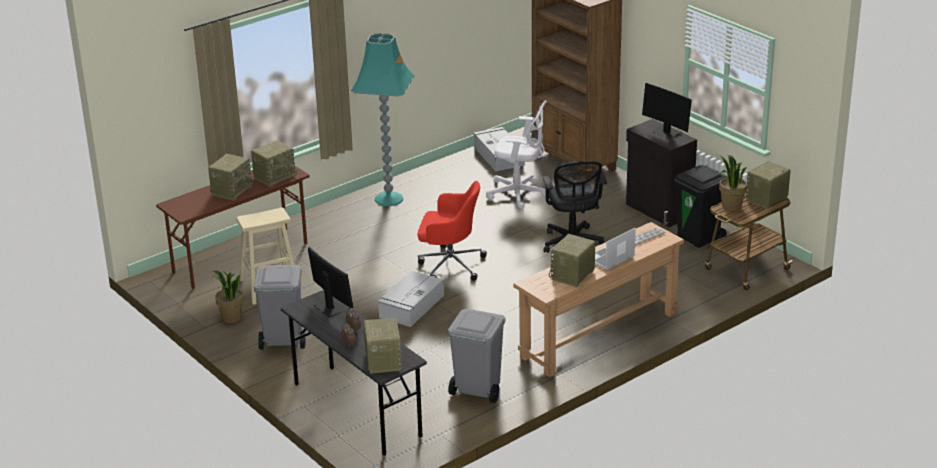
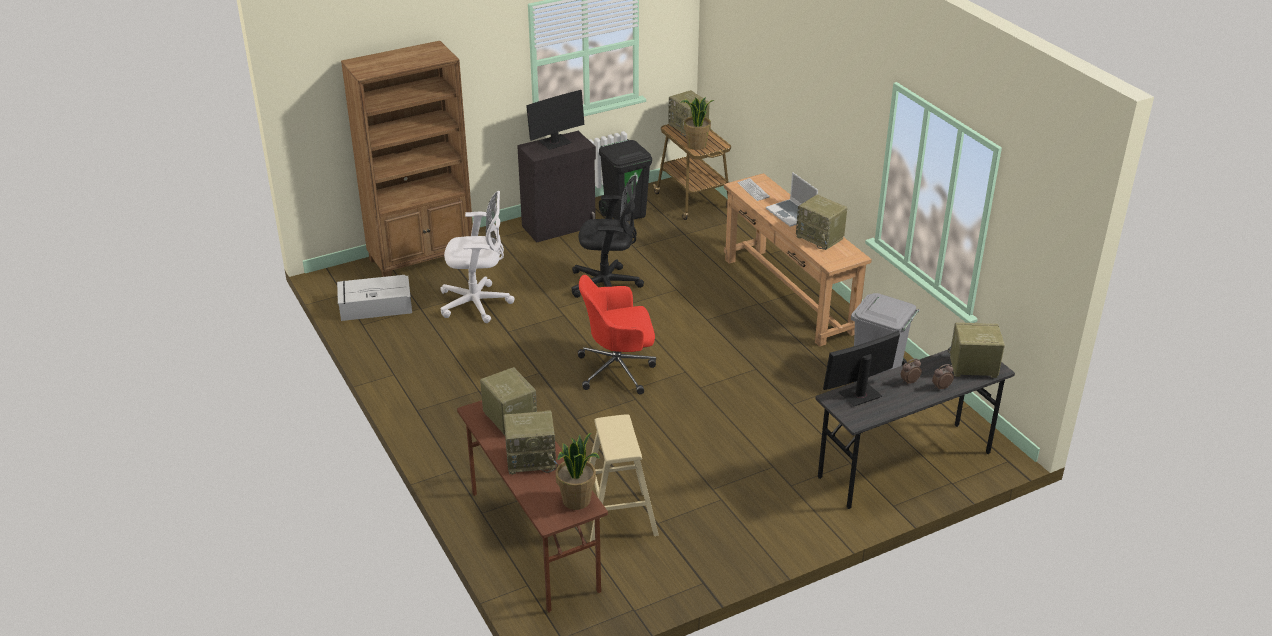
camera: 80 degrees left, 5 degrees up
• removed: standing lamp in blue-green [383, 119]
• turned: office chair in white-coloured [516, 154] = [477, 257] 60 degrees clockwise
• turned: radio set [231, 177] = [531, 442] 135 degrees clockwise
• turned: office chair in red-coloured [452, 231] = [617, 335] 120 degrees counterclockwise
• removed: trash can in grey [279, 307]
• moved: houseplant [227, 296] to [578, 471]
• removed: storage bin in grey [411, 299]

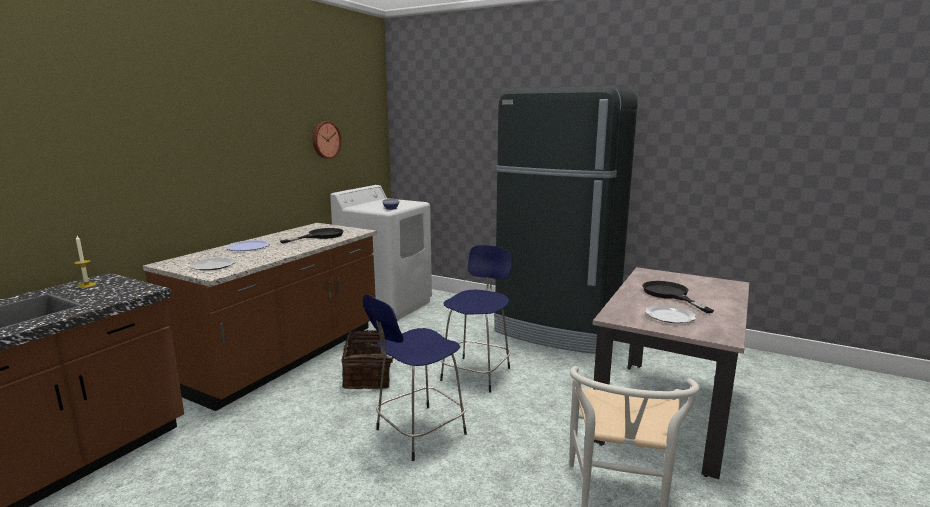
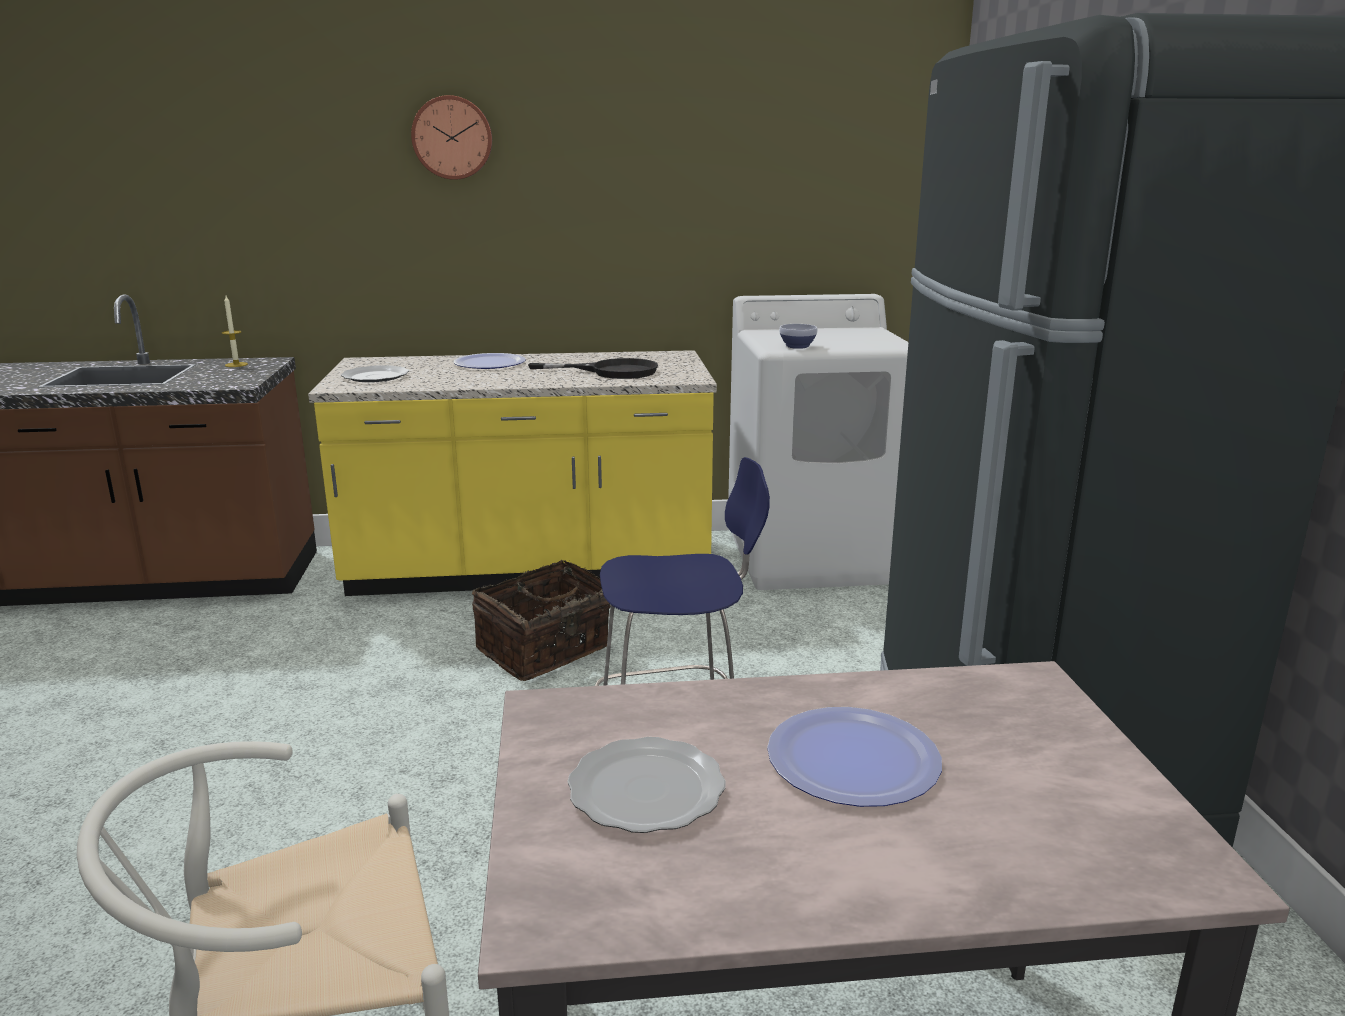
camera: 55 degrees right, 5 degrees up
• moved: wall clock [327, 140] to [451, 137]
• recoloured: kitchen counter in brown [260, 317] to kitchen counter in yellow-coloured [512, 473]
• replaced: pan in blackish [678, 297] to dinner plate [854, 757]
• removed: stool in blue-coloured [414, 377]

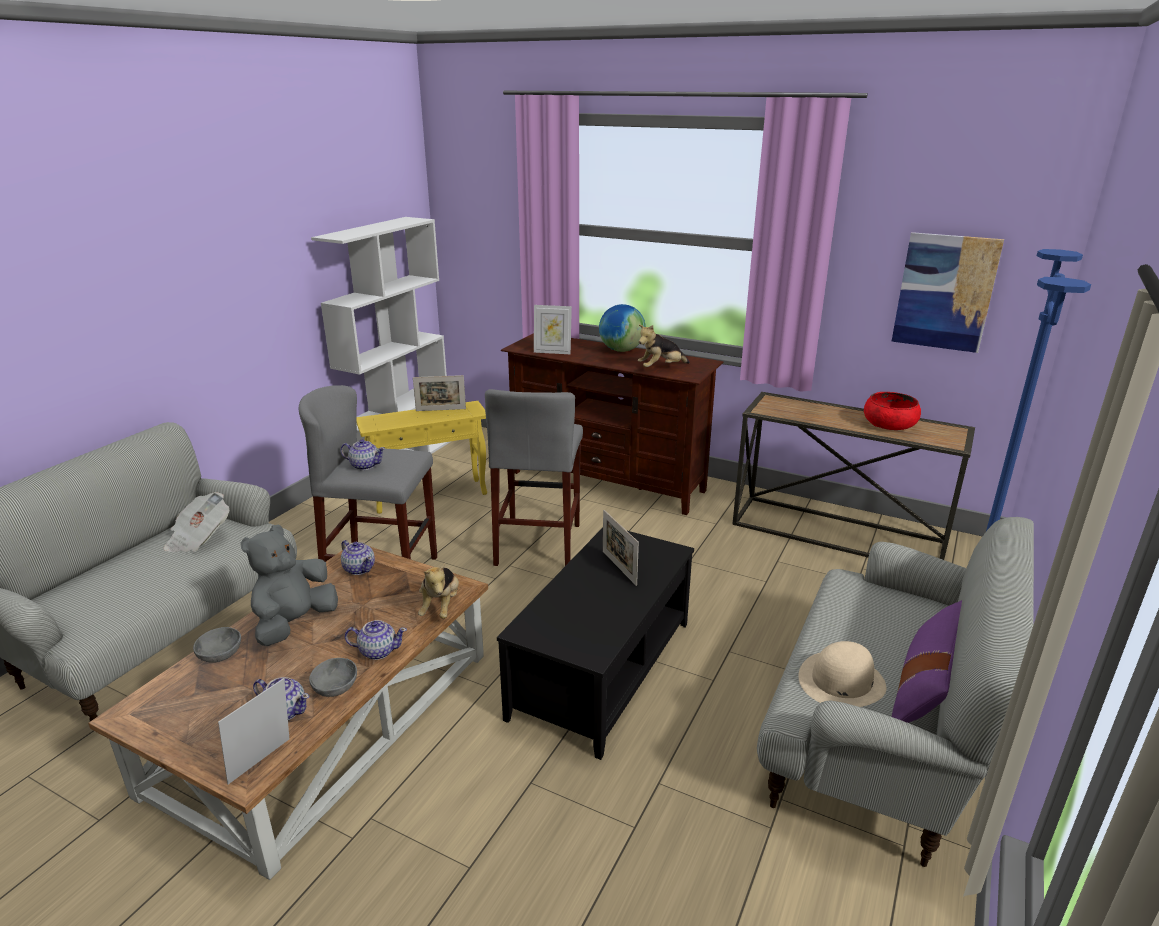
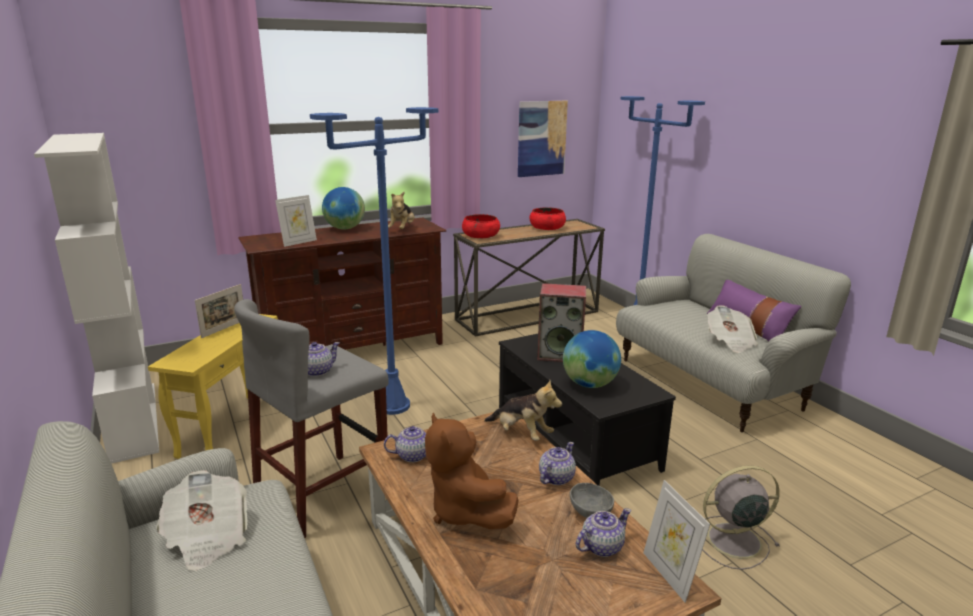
camera: 55 degrees left, 5 degrees down
• replaced: stool in grey [534, 477] to standing lamp in blue-coloured [374, 261]
• replaced: picture frame [621, 548] to loudspeaker [561, 322]
• recoloured: soft toy in grey [289, 585] to soft toy in brown [472, 471]
• removed: deep dish in grey [217, 645]
• replaced: wearable hat in beige [842, 674] to printed paper [732, 329]
• added: deep dish in red-coloured [481, 226]
• added: desk globe [592, 359]
• added: electric fan in grey [741, 517]

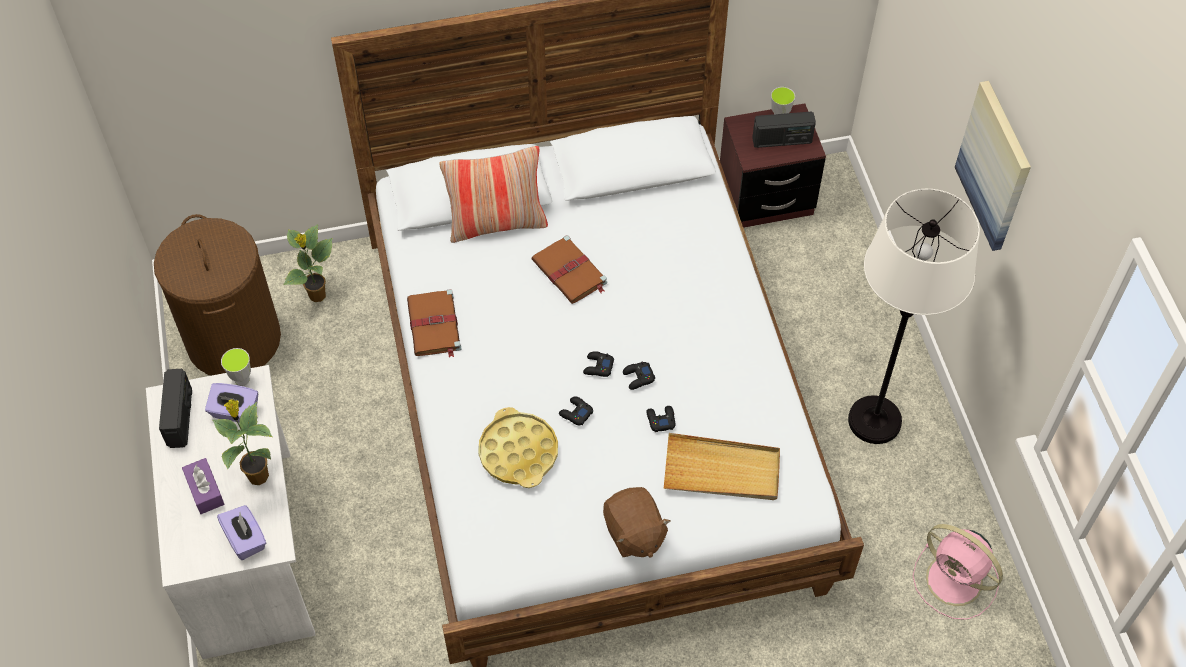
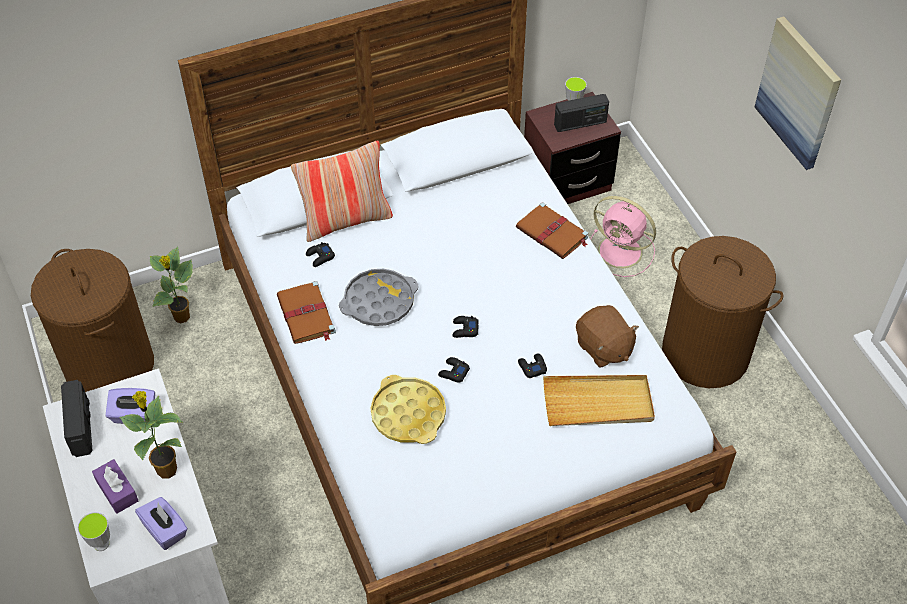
camera: 10 degrees left, 5 degrees down
• replaced: standing lamp in white-coloured [914, 316] to laundry basket in brown [722, 312]
• moved: bound book in brown [569, 269] to [552, 230]
• moved: drinking cup [236, 367] to [94, 531]
• moved: joypad in blackish [639, 375] to [320, 254]
• moved: soft toy in brown [637, 522] to [607, 336]
• moved: electric fan in pink [958, 572] to [623, 236]
• added: carrying tray in grey [378, 297]

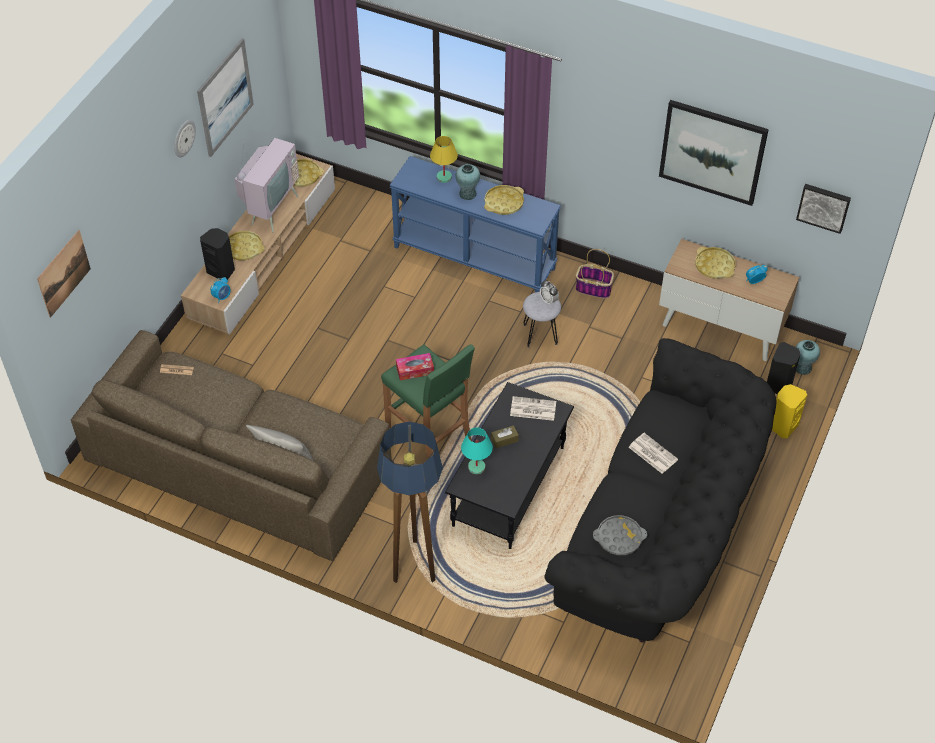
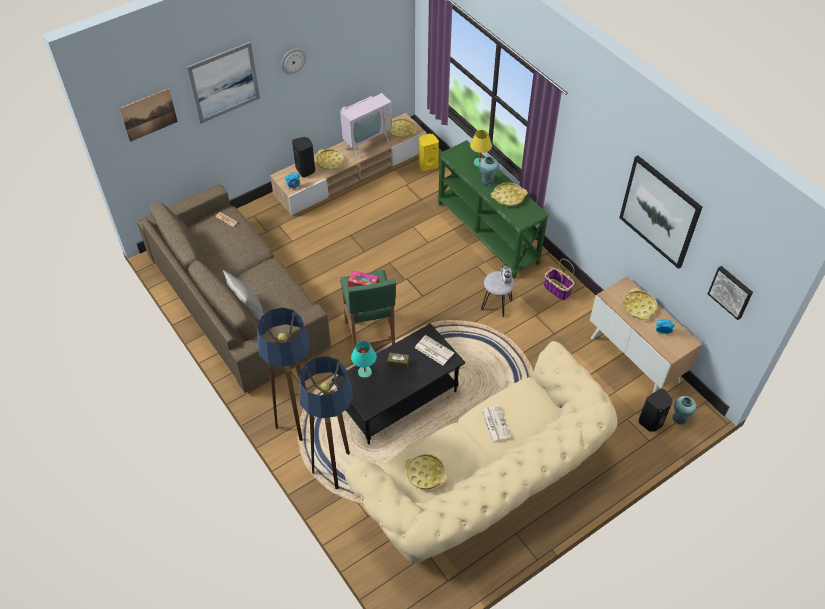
camera: 30 degrees right, 0 degrees up
• moved: picture [225, 97] to [223, 83]
• recoloured: hall table in blue-coloured [475, 224] to hall table in greenish [493, 209]
• recoloured: settee in blackish [660, 490] to settee in beige [480, 452]
• moved: loudspeaker in yellow-coloured [789, 411] to [429, 152]
• recoloured: carrying tray in grey [620, 535] to carrying tray in yellow-coloured [426, 472]
• added: standing lamp [326, 422]

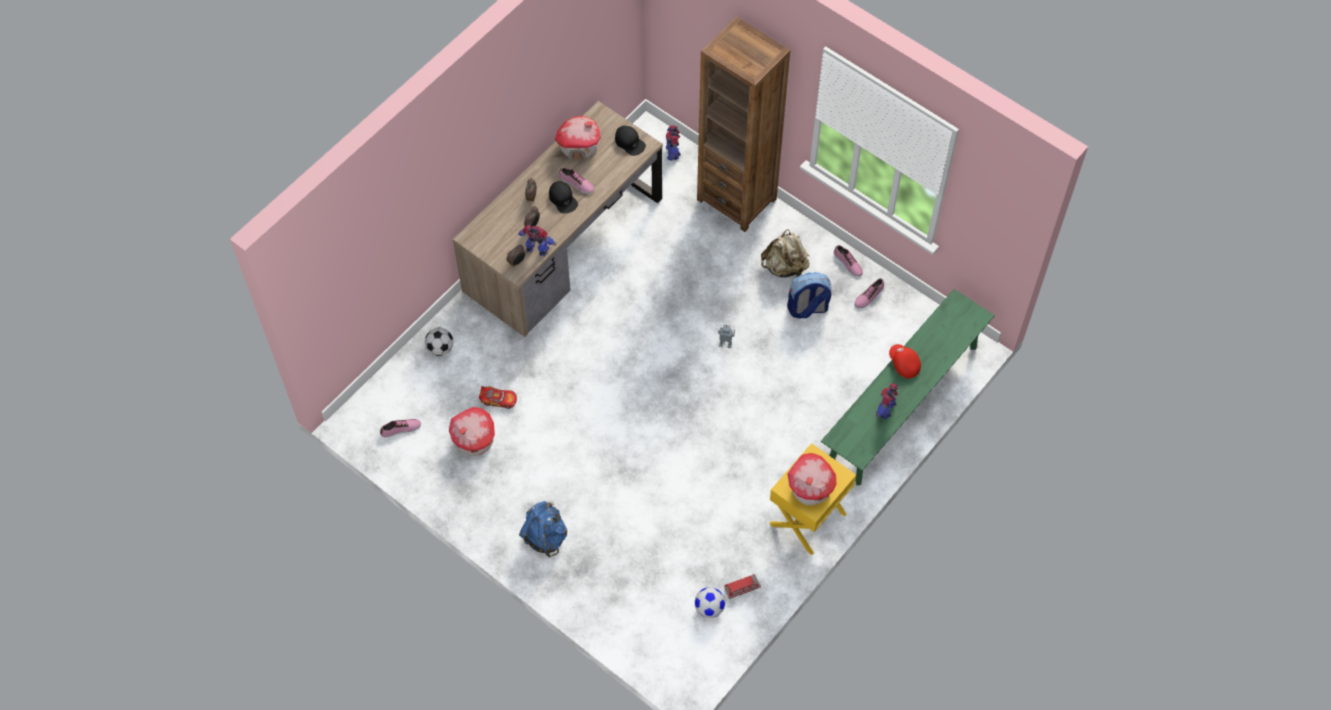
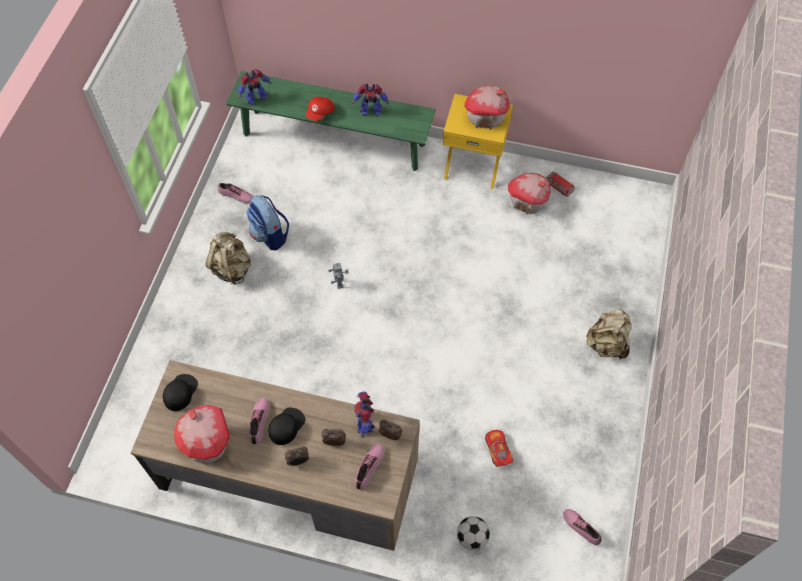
camera: 115 degrees left, 0 degrees up
• removed: bookcase in brown [743, 124]
• moved: robot figure [673, 143] to [255, 87]
• moved: shoe [848, 261] to [369, 467]
• moved: toy house [472, 431] to [529, 193]
• recoloured: knapsack in blue-coloured [543, 529] to knapsack in beige [609, 334]
• removed: ball for football [710, 602]

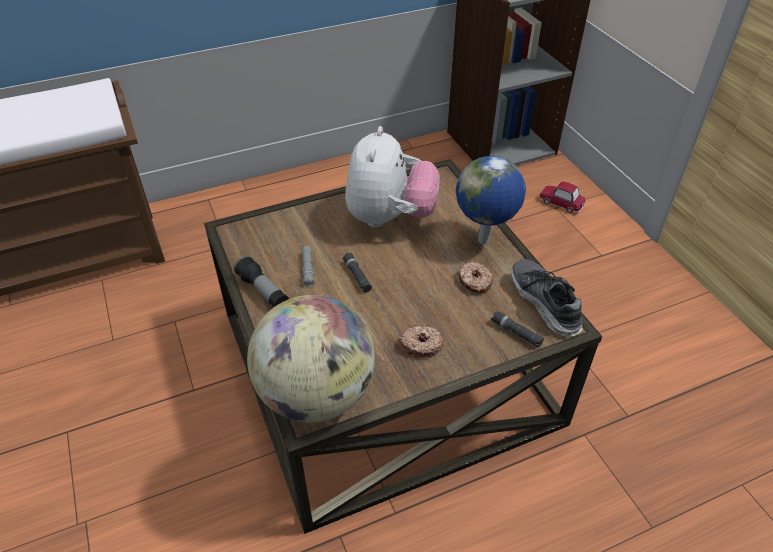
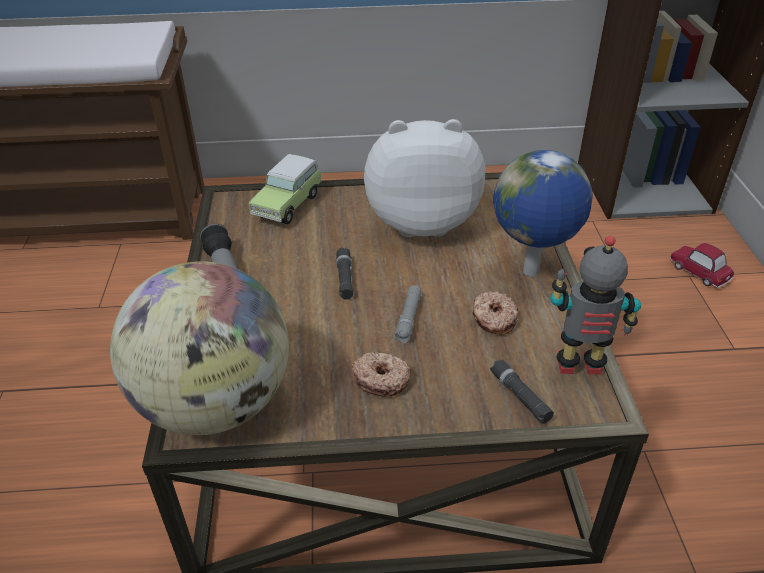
camera: 20 degrees right, 5 degrees down
• turned: soft toy [392, 177] = [424, 178] 120 degrees counterclockwise
• moved: hand torch in grey [308, 267] to [408, 314]
• replaced: shoe [546, 298] to robot figure [595, 305]
• added: miniature car [285, 189]

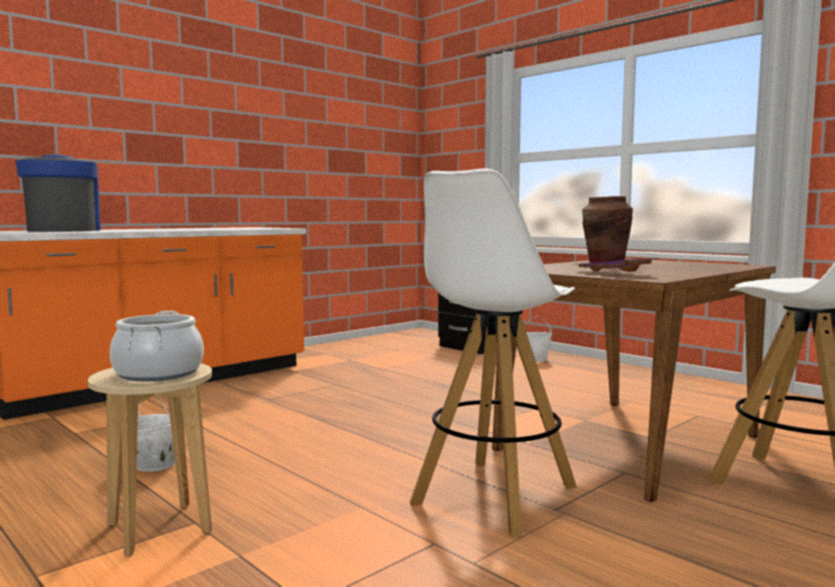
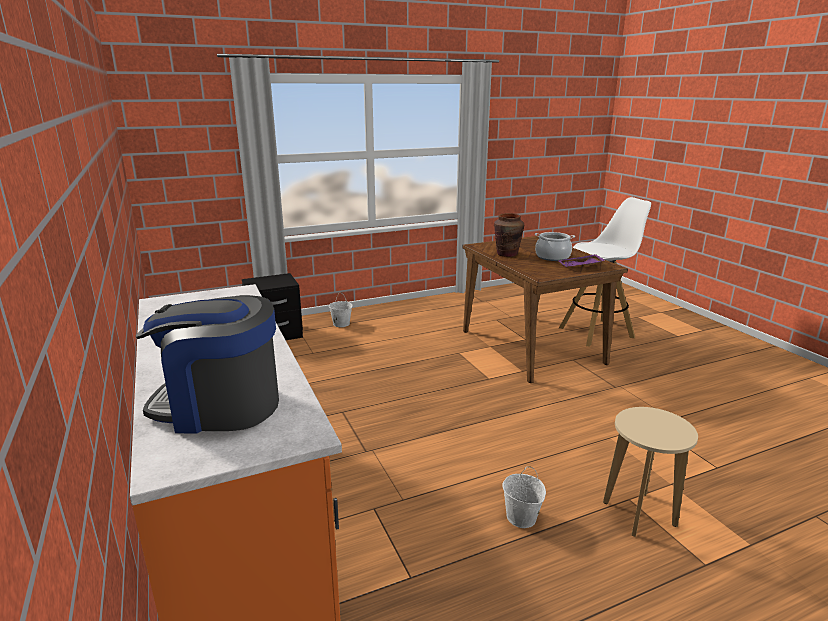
camera: 70 degrees left, 15 degrees up
• removed: stool in white-coloured [493, 353]
• moved: cooking pot [157, 346] to [555, 246]

